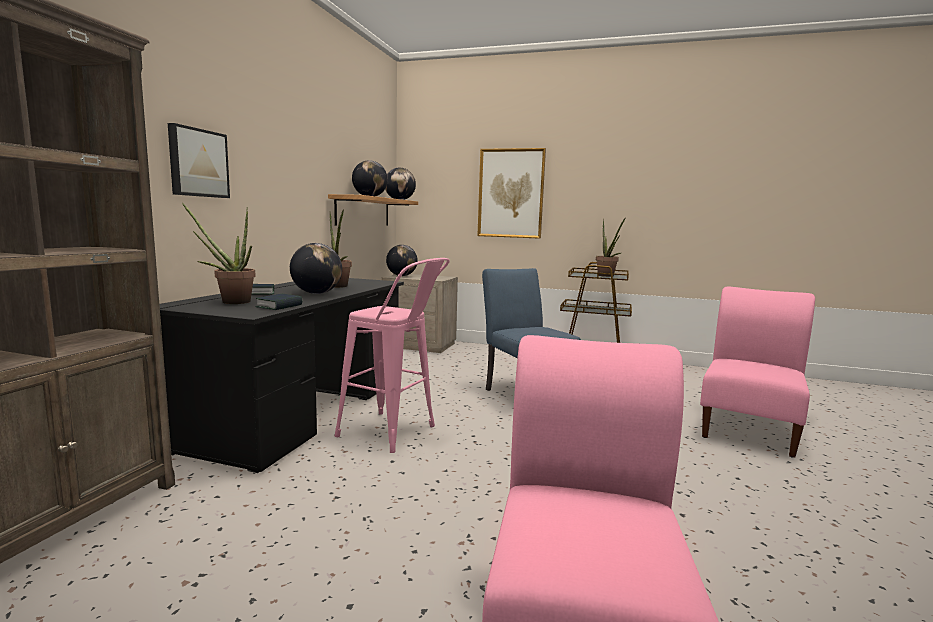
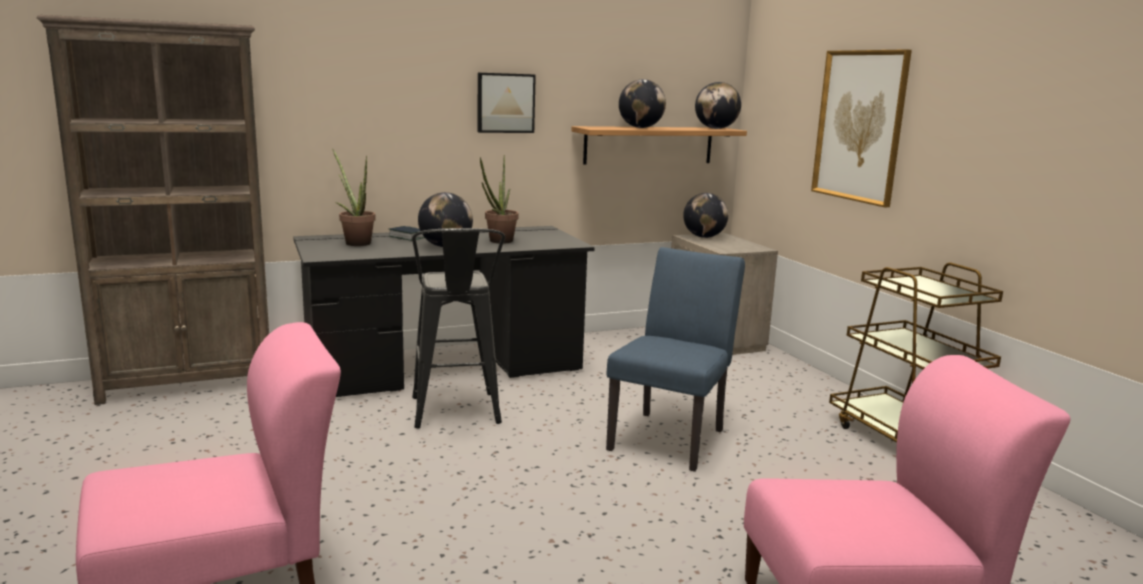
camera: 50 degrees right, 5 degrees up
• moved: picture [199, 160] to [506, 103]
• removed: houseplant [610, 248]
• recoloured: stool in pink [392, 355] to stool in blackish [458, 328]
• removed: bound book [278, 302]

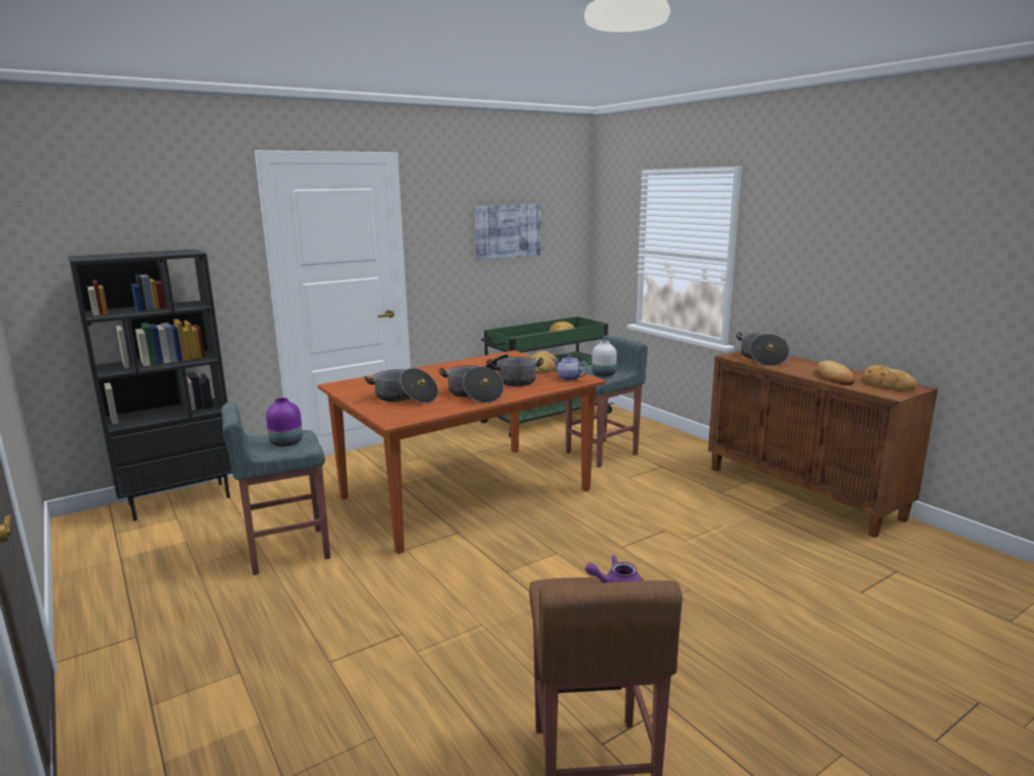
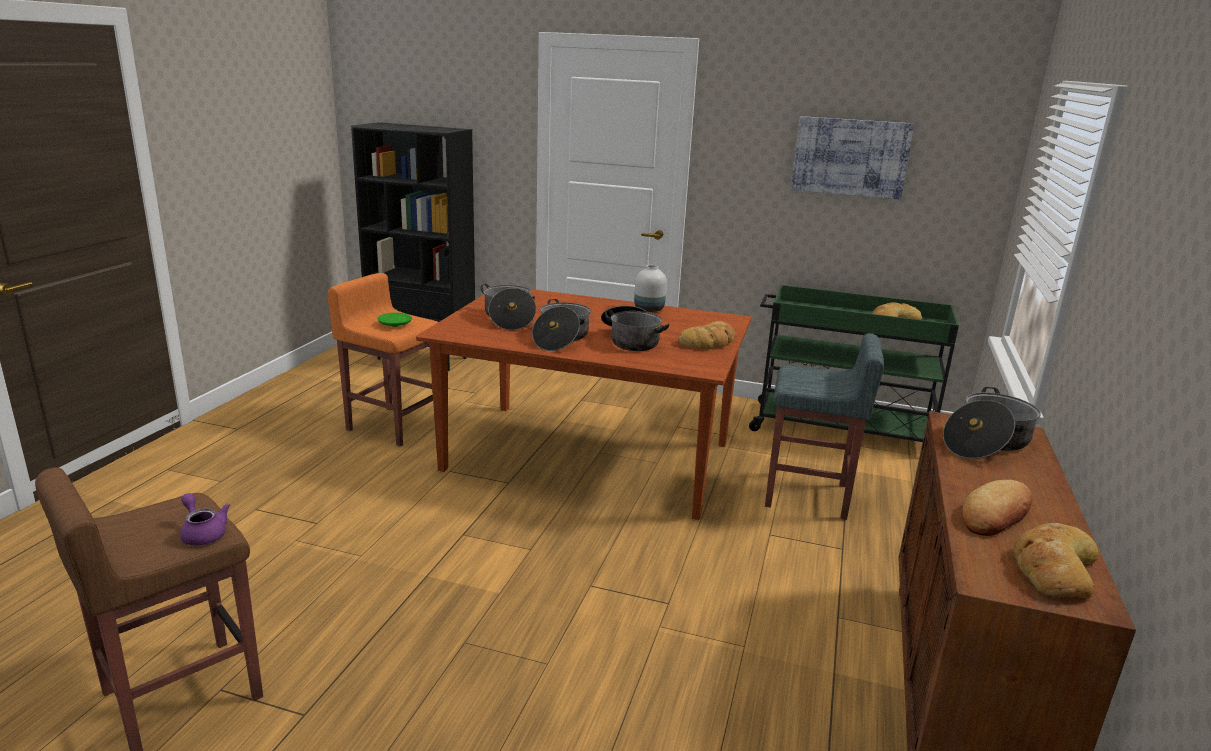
camera: 50 degrees right, 5 degrees up
• moved: decorative vase in white-coloured [604, 359] to [650, 288]
• removed: teapot [570, 368]
• replaced: decorative vase in purple-coloured [284, 422] to dinner plate in greenish [394, 320]
• recoloured: stool in grey [276, 488] to stool in orangey [382, 360]

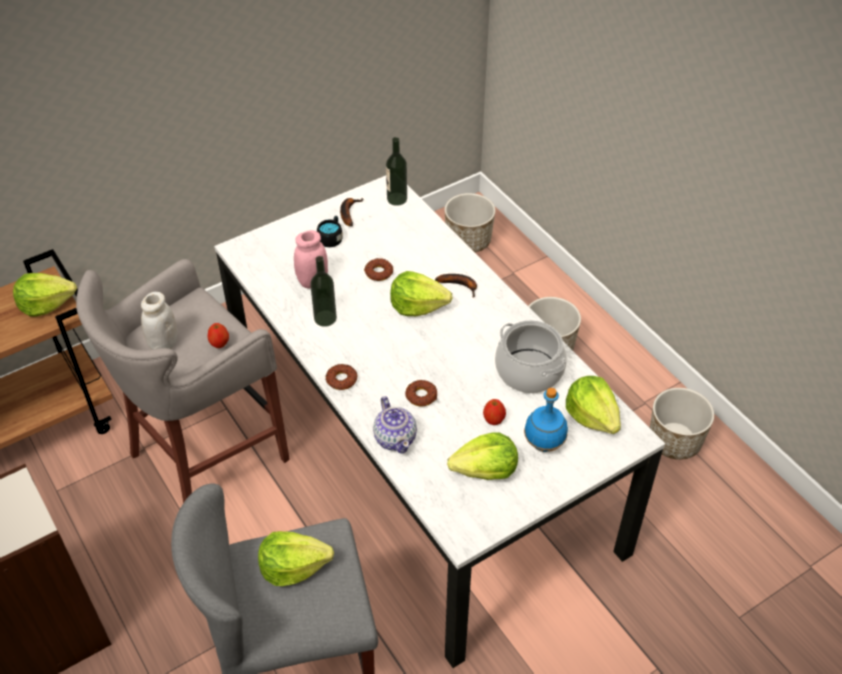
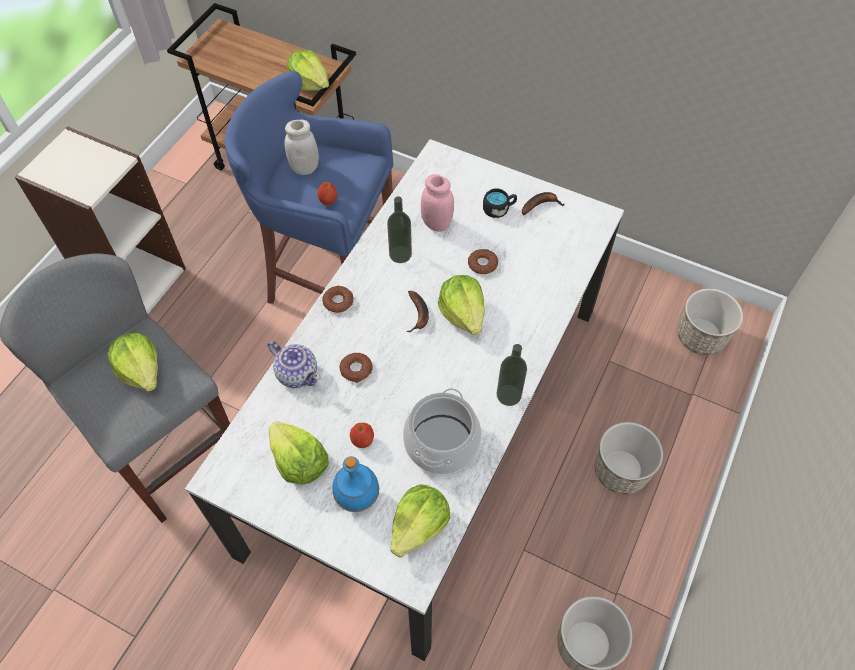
camera: 60 degrees right, 10 degrees up
• moved: drink bottle [396, 171] to [512, 375]
• recoloured: stool in grey [183, 381] to stool in blue-coloured [308, 187]
• moved: banana [456, 285] to [417, 312]
• turned: teapot [395, 425] = [294, 364] 90 degrees counterclockwise

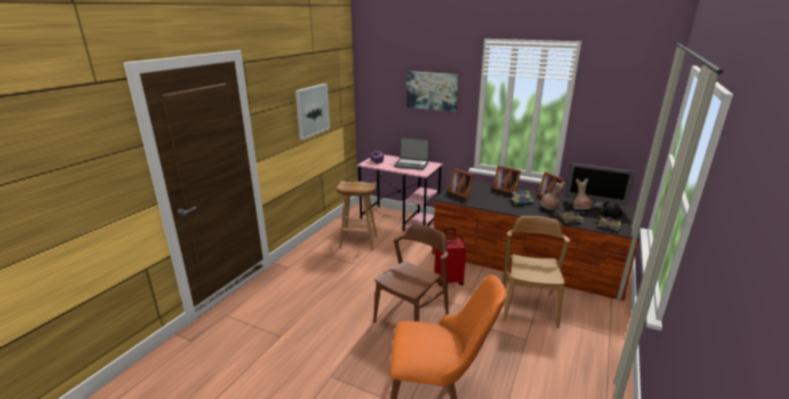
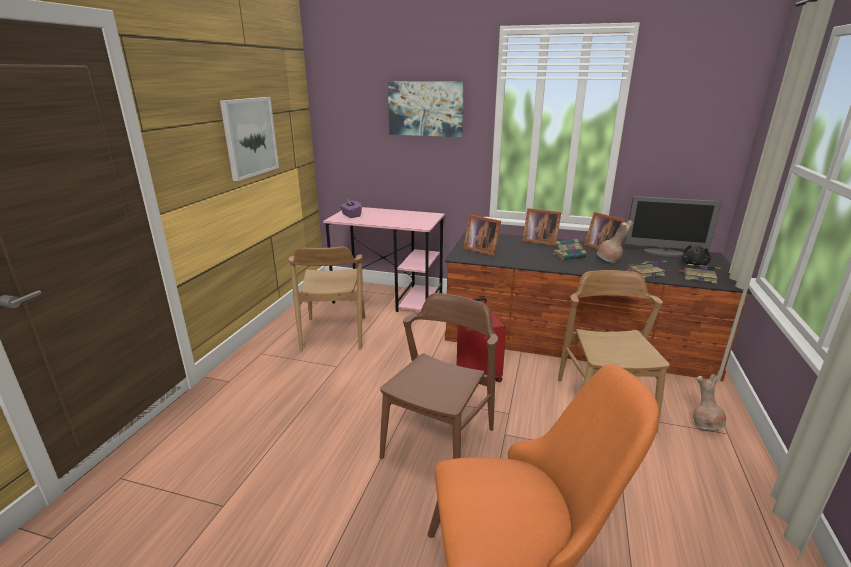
camera: 10 degrees left, 0 degrees up
• removed: notebook computer [411, 153]
• moved: decorative vase in brown [582, 194] to [709, 402]
• replaced: stool in brown [356, 216] to plain chair in brown [326, 299]

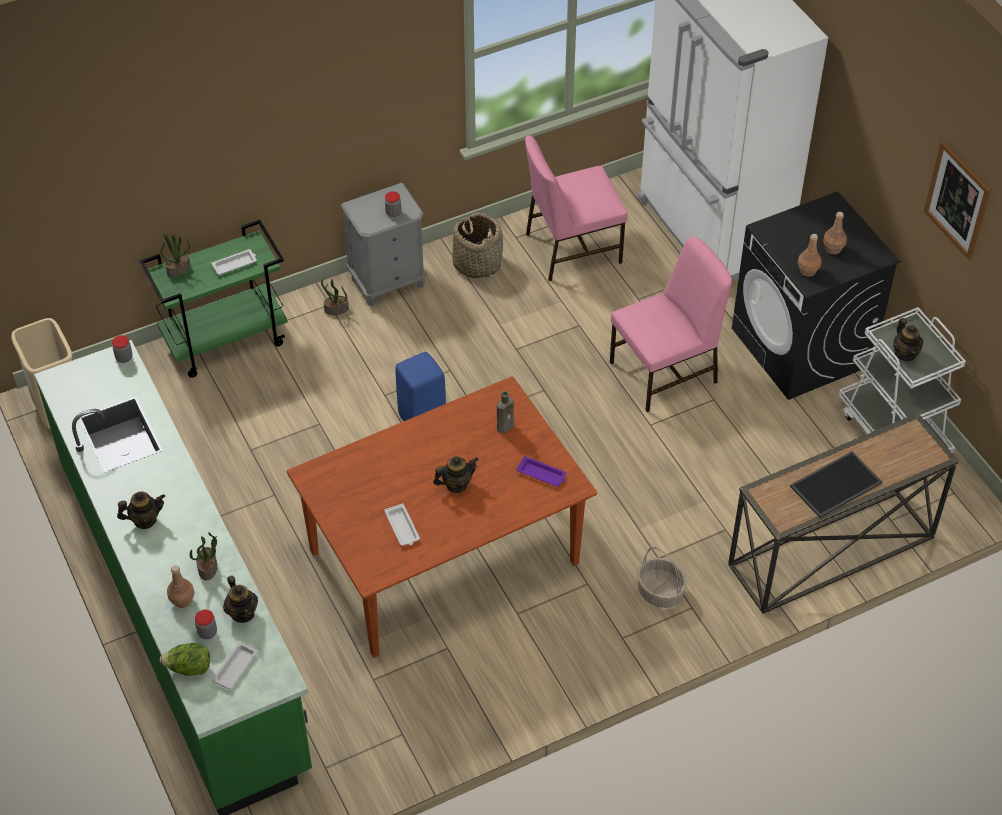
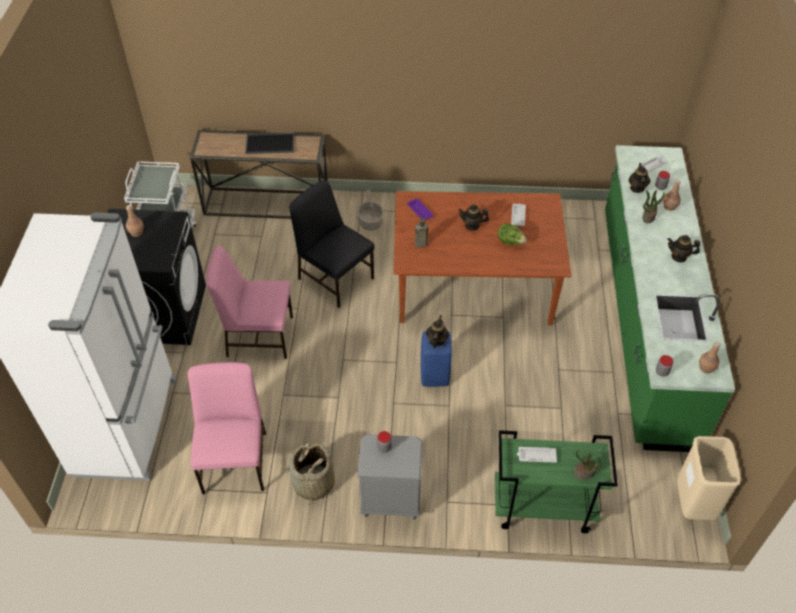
camera: 150 degrees left, 0 degrees up
• turned: plain chair in pink [576, 208] = [227, 428] 105 degrees counterclockwise
• removed: picture [957, 200]
• moved: drink bottle in brown [810, 255] to [709, 358]
• removed: houseplant [335, 297]
• moved: teapot [908, 339] to [437, 331]
• moved: lettuce head [185, 659] to [512, 234]
• added: plain chair in blackish [331, 244]

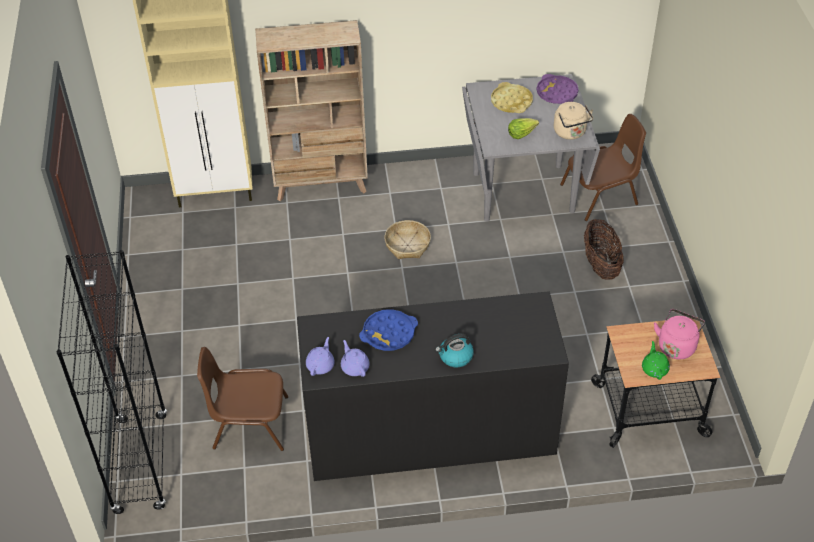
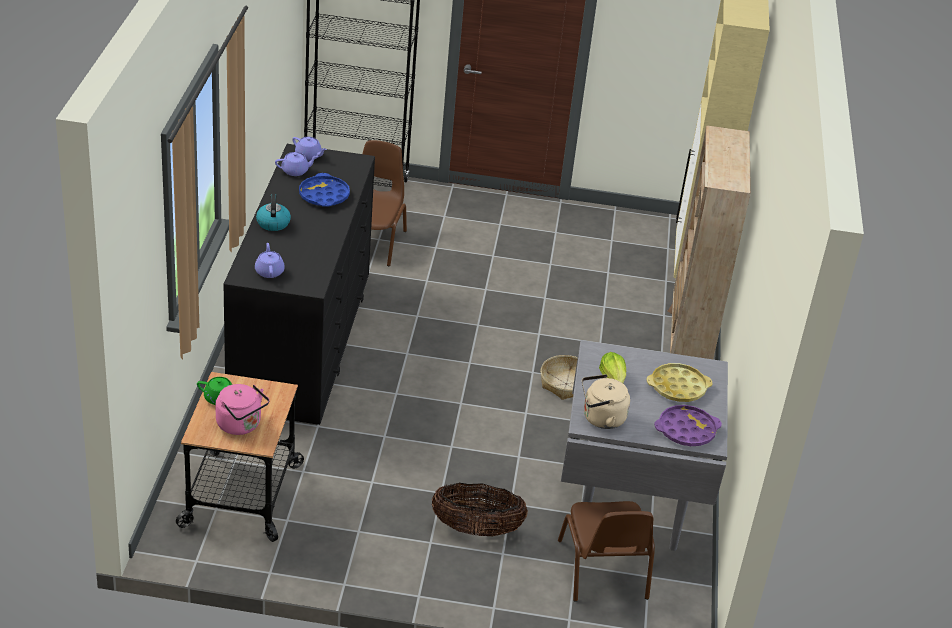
camera: 100 degrees right, 10 degrees down
• added: teapot in purple-coloured [270, 260]

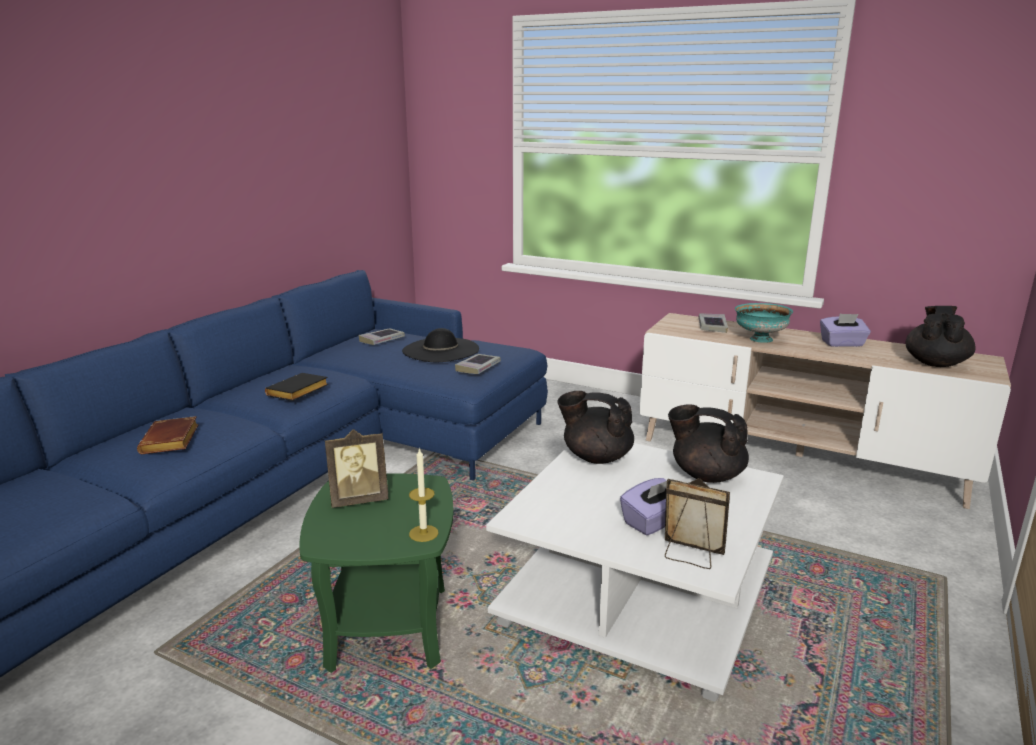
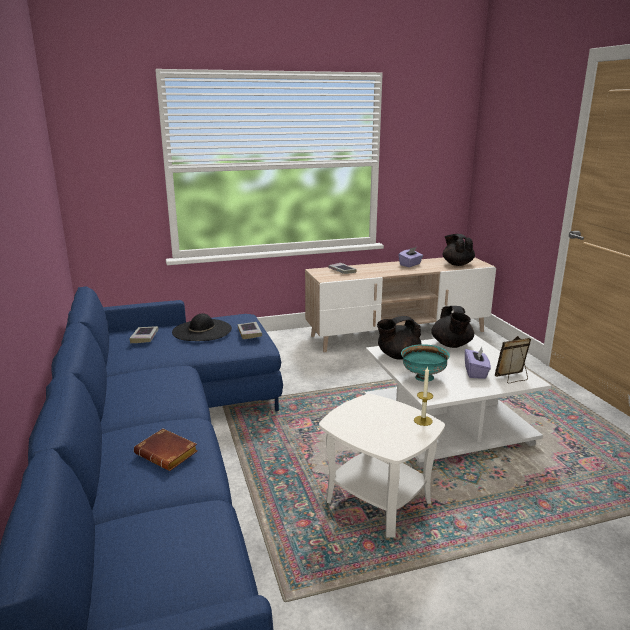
camera: 45 degrees left, 0 degrees up
• moved: deep dish in blue-green [764, 323] to [425, 363]
• removed: bound book in blackish [296, 387]
• turned: teapot in blackish [708, 443] = [452, 327] 75 degrees counterclockwise
• removed: picture frame [357, 468]
• recoloured: side table in greenish [376, 573] to side table in white-coloured [382, 466]

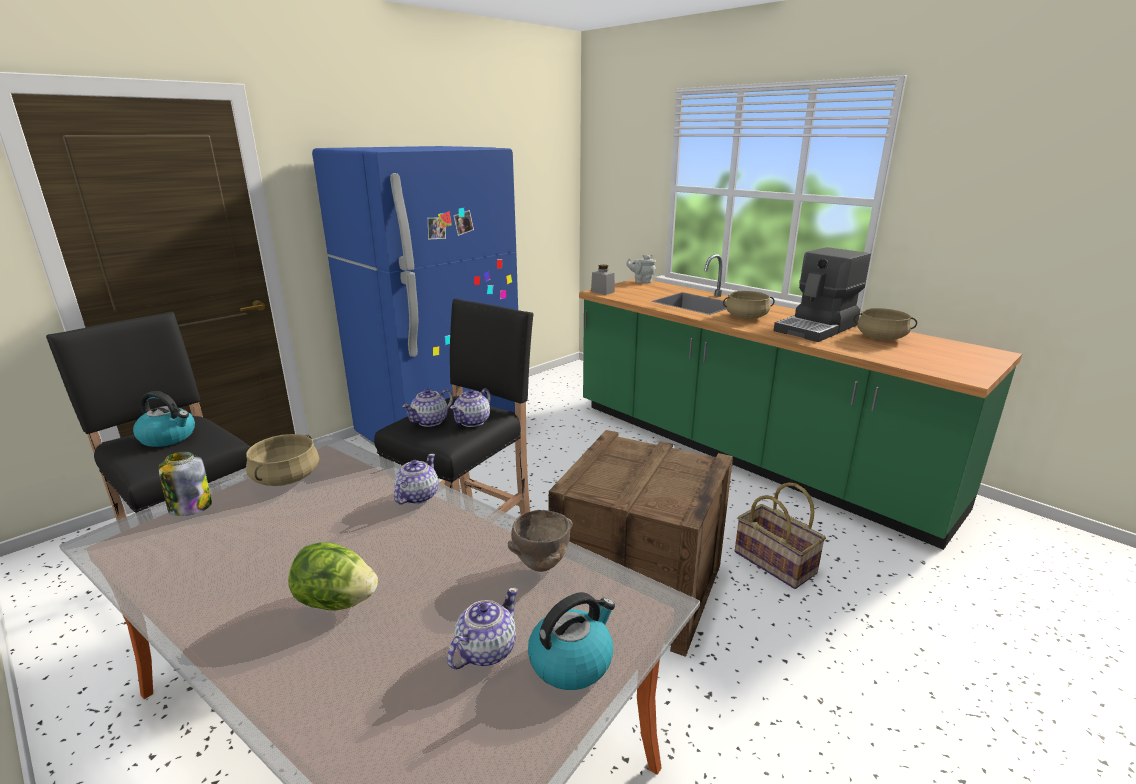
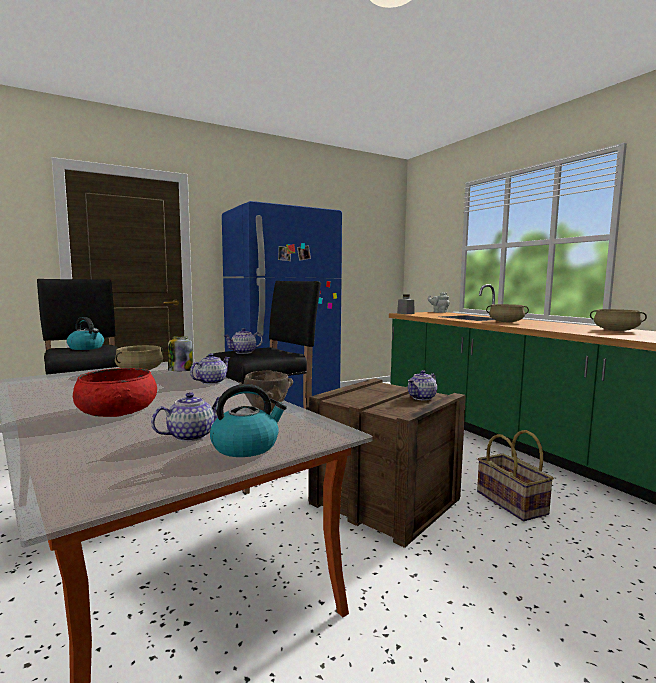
camera: 15 degrees right, 15 degrees down
• removed: coffee brewer [822, 294]
• moved: teapot [470, 407] to [422, 385]
• moved: preserve jar [185, 484] to [180, 353]
• replaced: lettuce head [333, 576] to deep dish in red-coloured [115, 392]

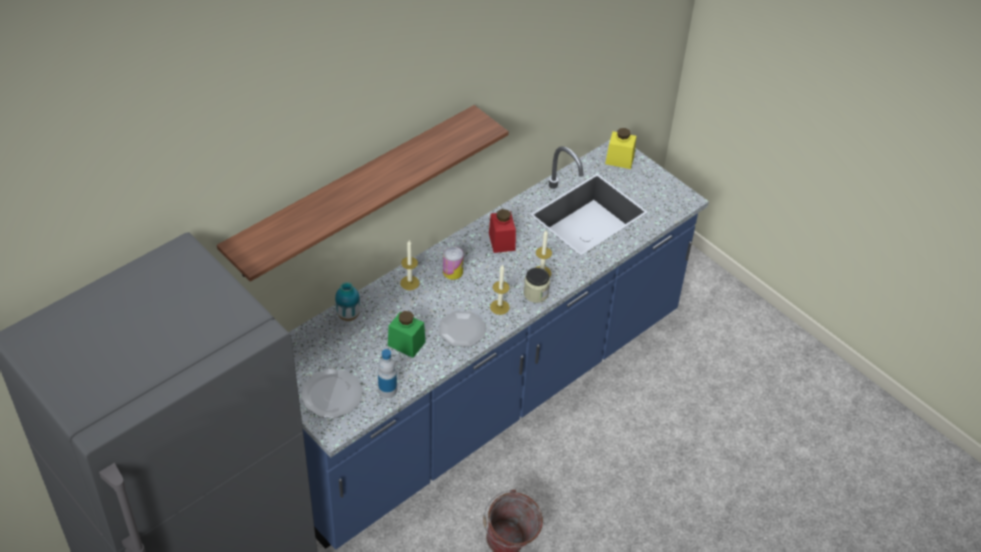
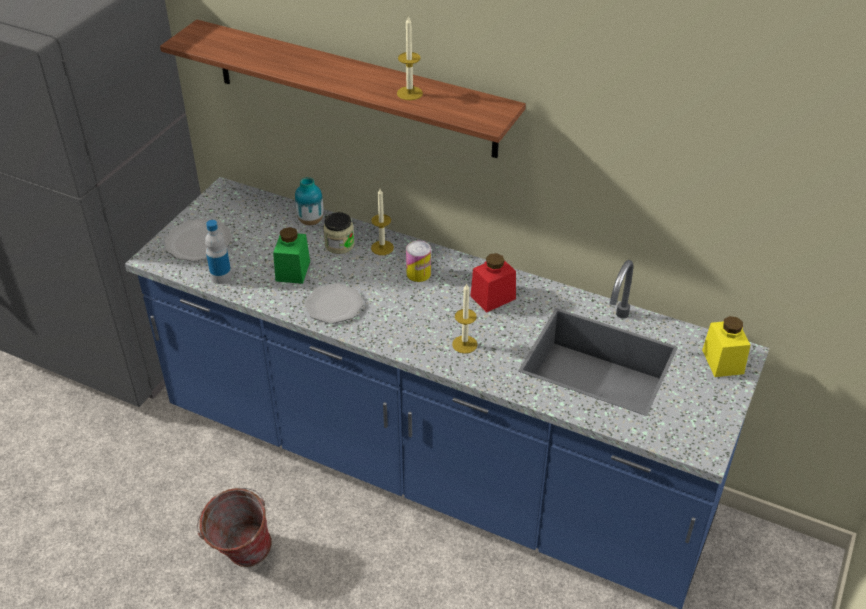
camera: 70 degrees right, 5 degrees down
• moved: wax light [500, 289] to [410, 57]
• moved: preserve jar [537, 285] to [339, 233]

